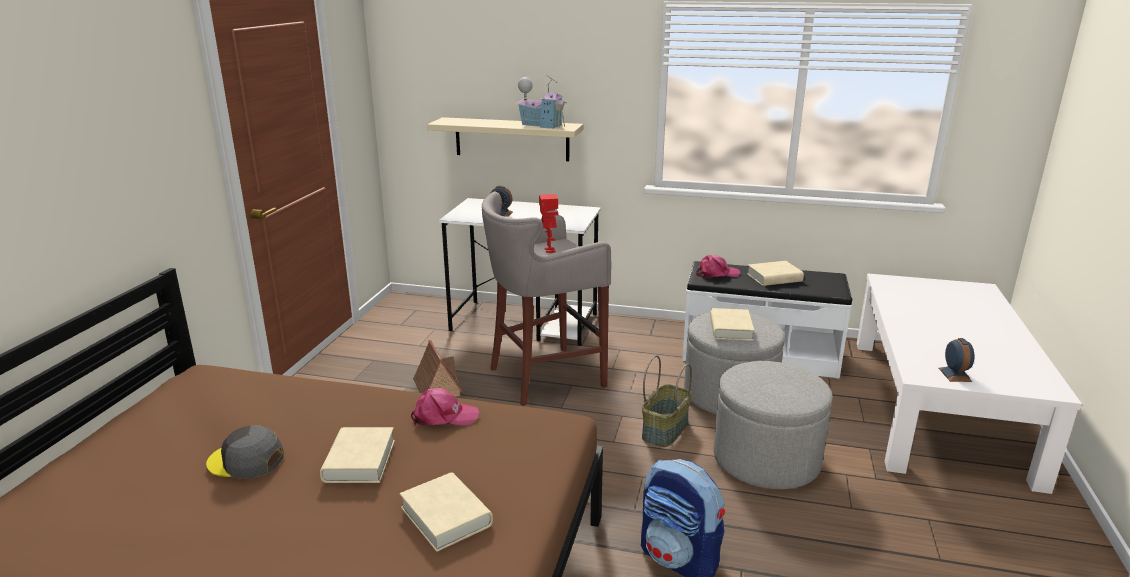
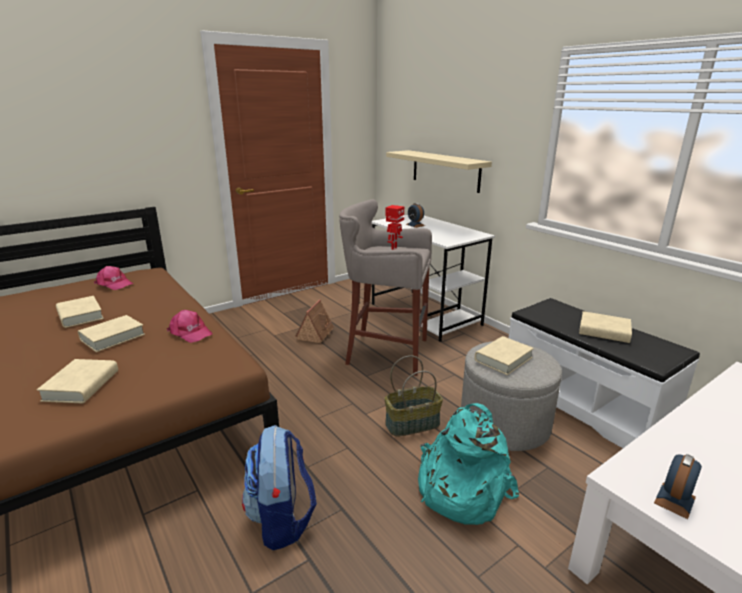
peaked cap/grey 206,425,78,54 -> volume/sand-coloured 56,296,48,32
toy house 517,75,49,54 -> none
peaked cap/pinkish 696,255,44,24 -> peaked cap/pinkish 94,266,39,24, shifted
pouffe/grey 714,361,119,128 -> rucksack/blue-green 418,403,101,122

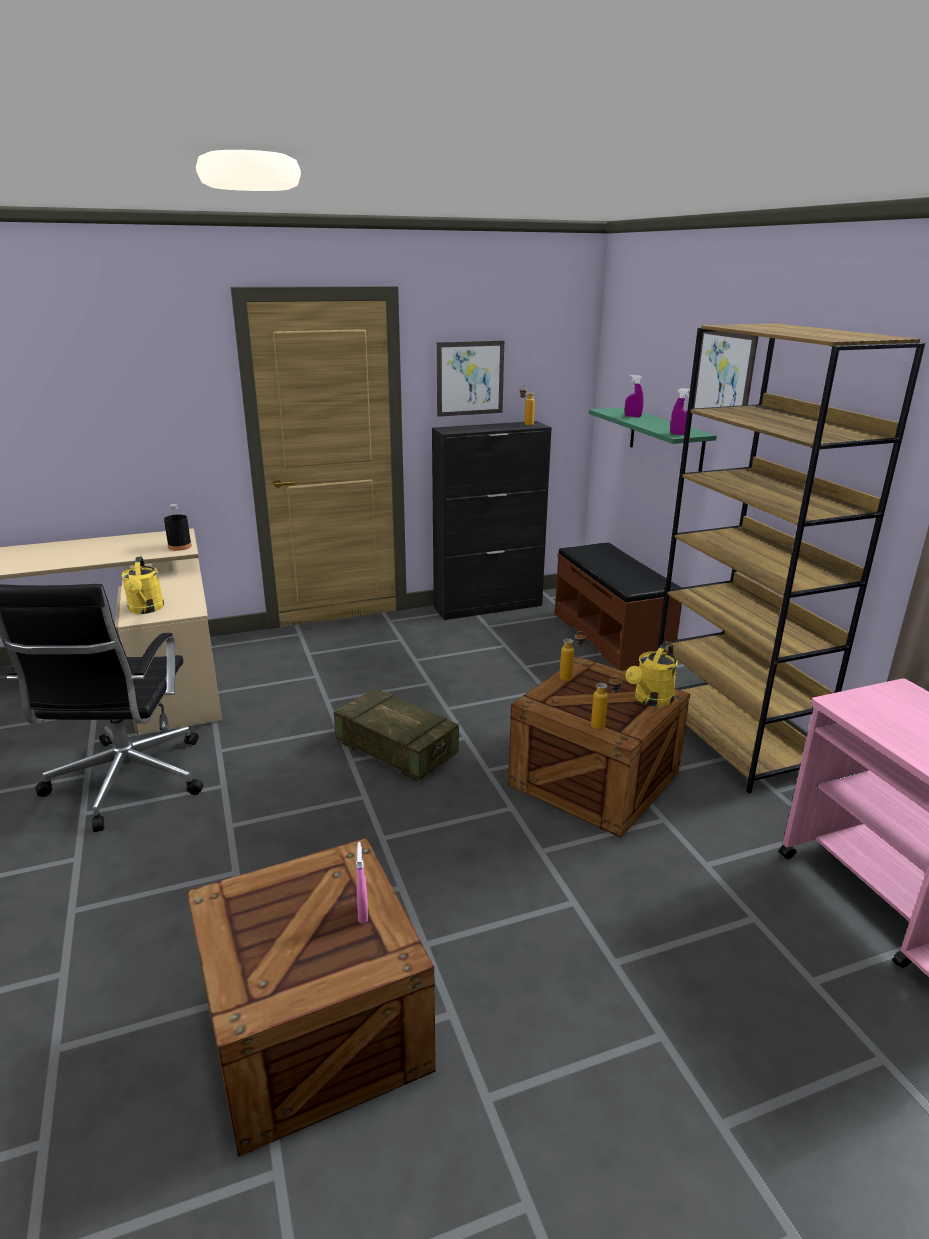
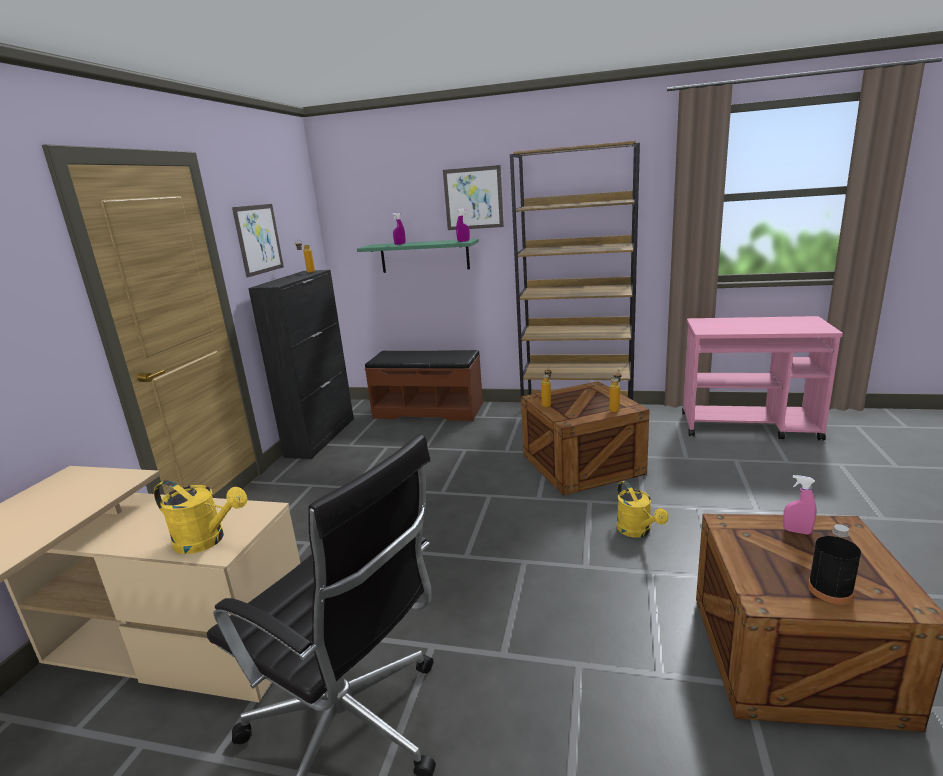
beverage bottle/blackish 164,504,28,47 -> beverage bottle/blackish 808,524,53,80, shifted
packing crate 334,689,125,92 -> none
sprinkling can/yellow 626,641,52,66 -> sprinkling can/yellow 617,481,51,57, shifted

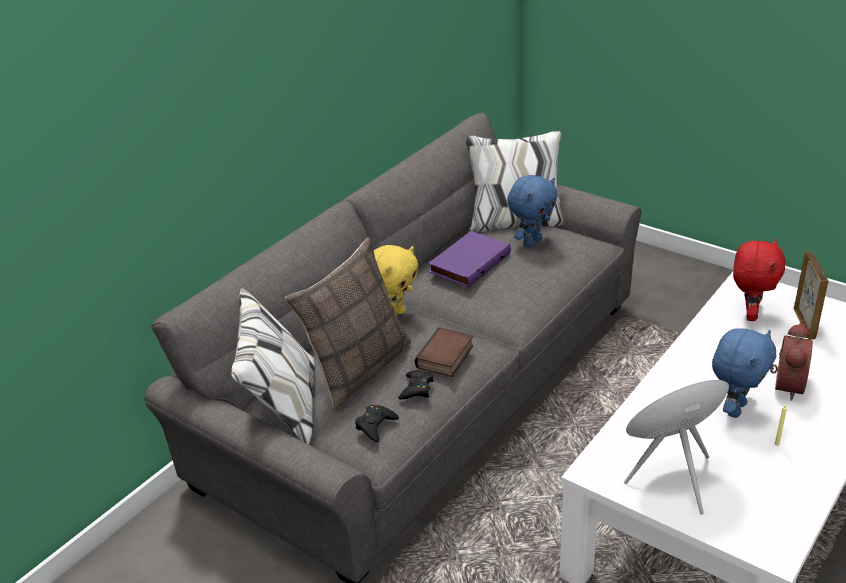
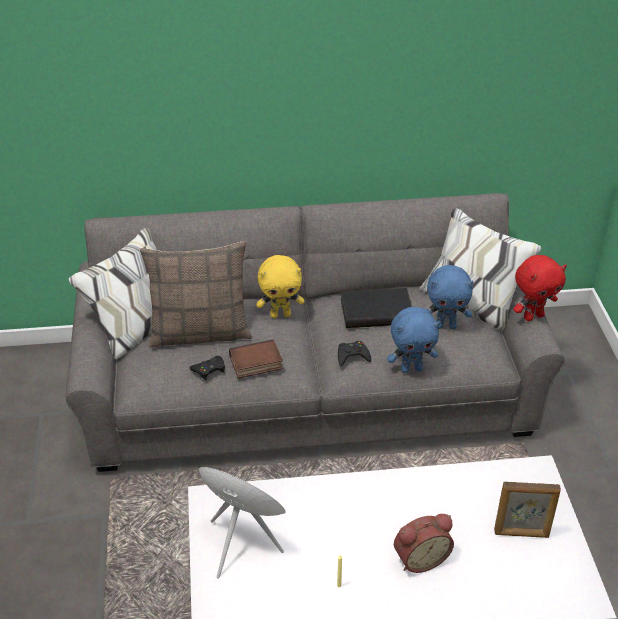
game controller/blackish 355,405,44,37 -> game controller/blackish 338,341,33,25, shifted
volume/purple 428,231,83,57 -> volume/blackish 341,288,71,40
plush toy/bluish 712,328,64,90 -> plush toy/bluish 387,307,53,66, shifted
plush toy/red-coloured 733,238,52,83 -> plush toy/red-coloured 513,255,54,66, shifted
photo frame 794,251,34,88 -> photo frame 494,482,67,56, 45 degrees clockwise

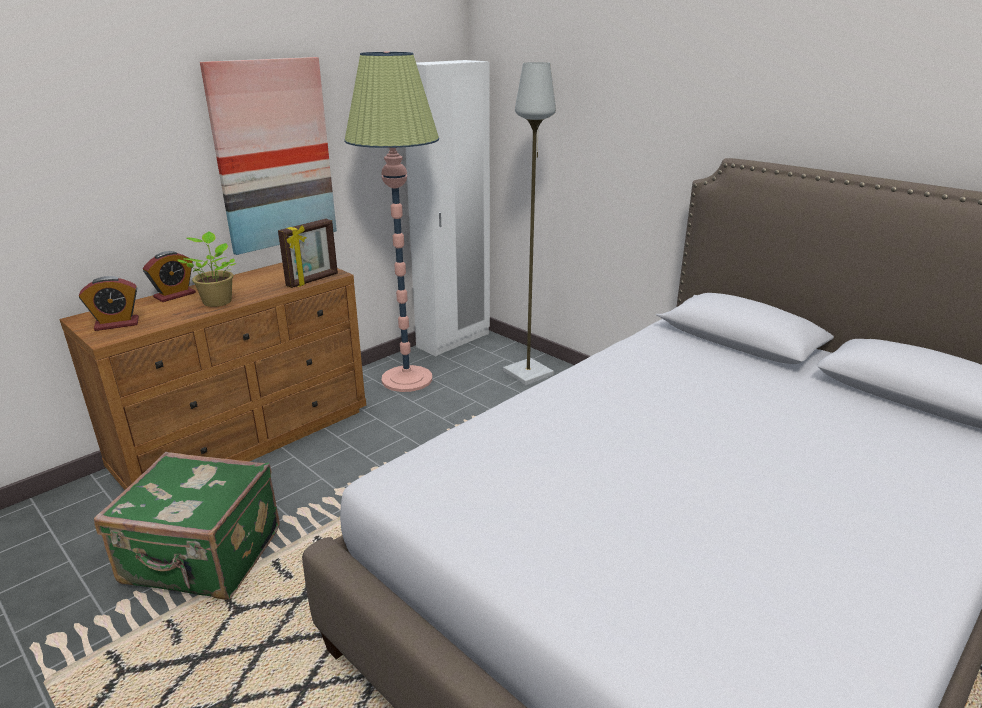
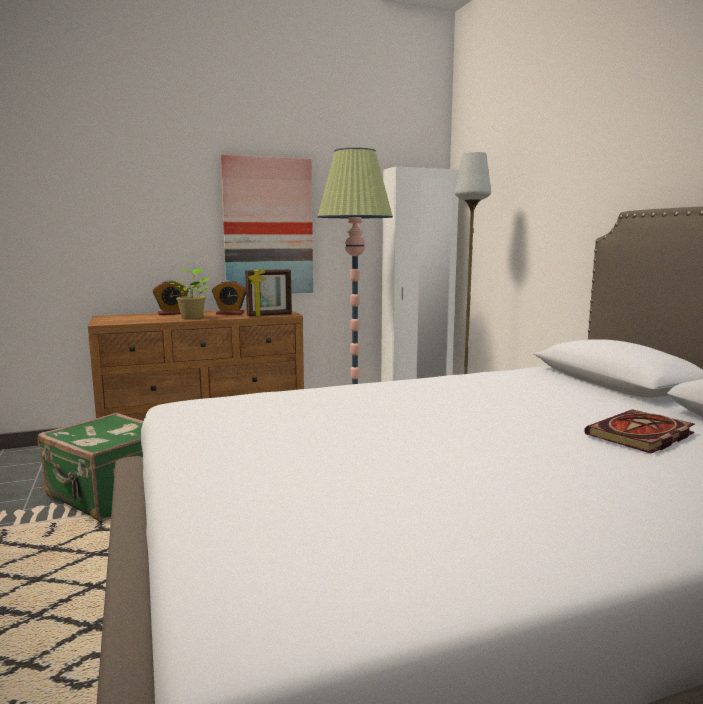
bedside clock 79,276,60,55 -> bedside clock 212,280,34,35, shifted
none -> volume 584,409,111,44

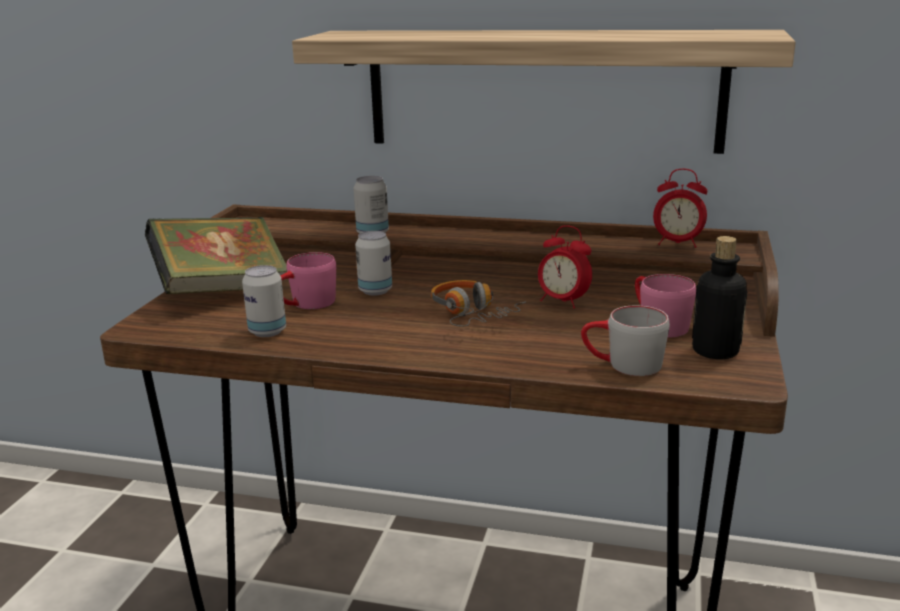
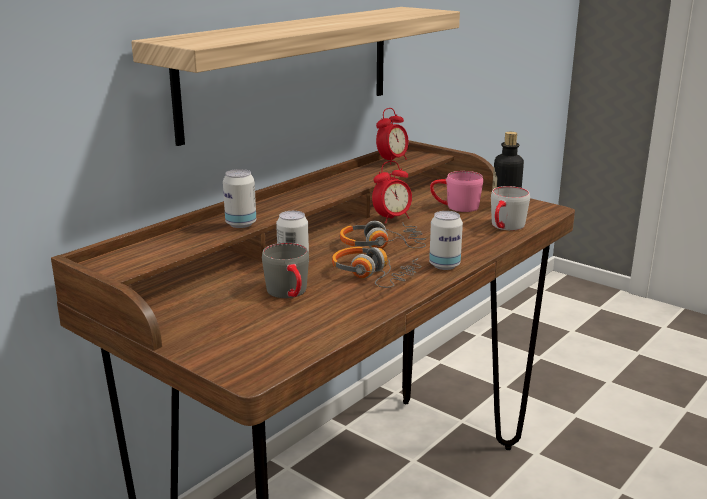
volume 145,217,142,77 -> none
metal can 242,265,44,72 -> metal can 429,211,34,59, shifted
mug/pinkish 281,252,55,57 -> mug/grey 262,243,47,55
none -> pair of headphones 332,247,90,41

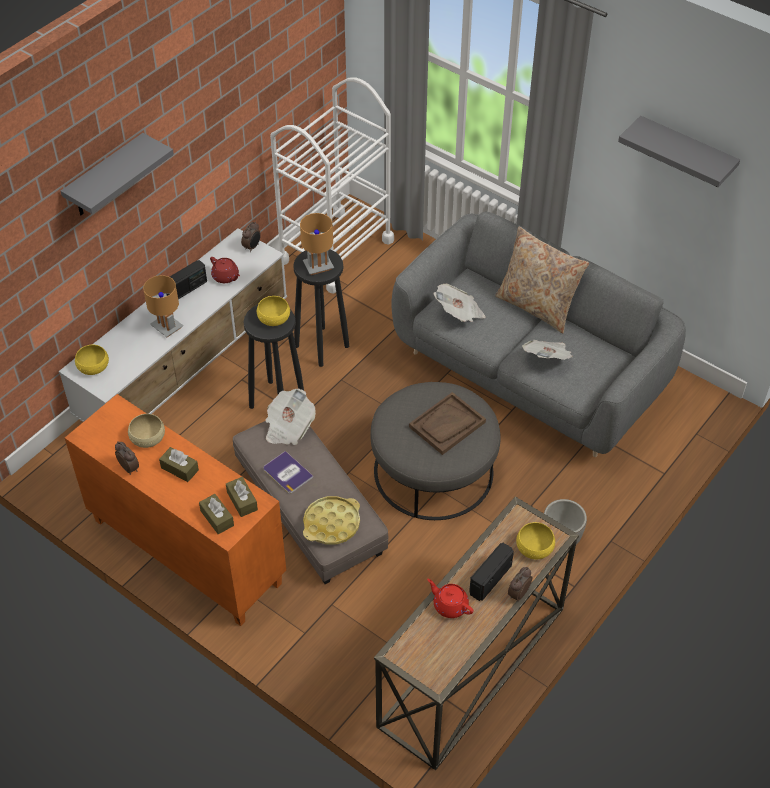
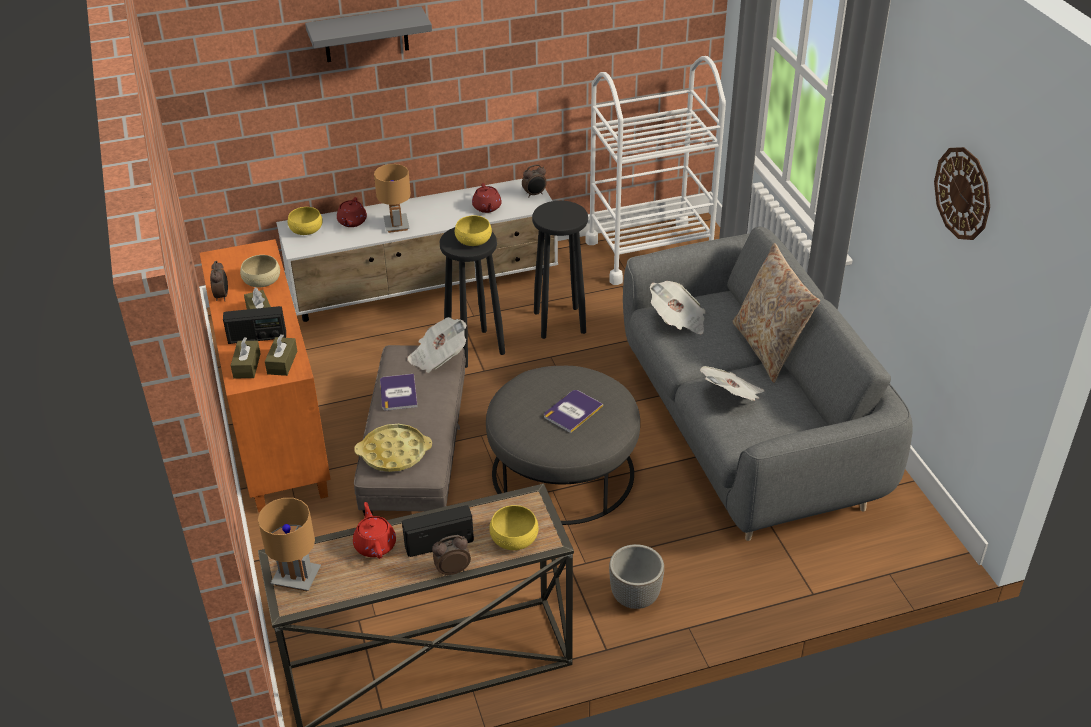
radio 167,260,40,39 -> radio 223,306,63,38, shifted
lamp for a table/brown-coloured 300,213,34,62 -> lamp for a table/brown-coloured 258,498,63,93, shifted
carrying tray/brown-coloured 409,392,77,63 -> volume 544,390,59,43
wall shelf/grey 618,116,122,71 -> clock on the wall 934,147,56,93
none -> tea pot/red-coloured 337,197,30,30

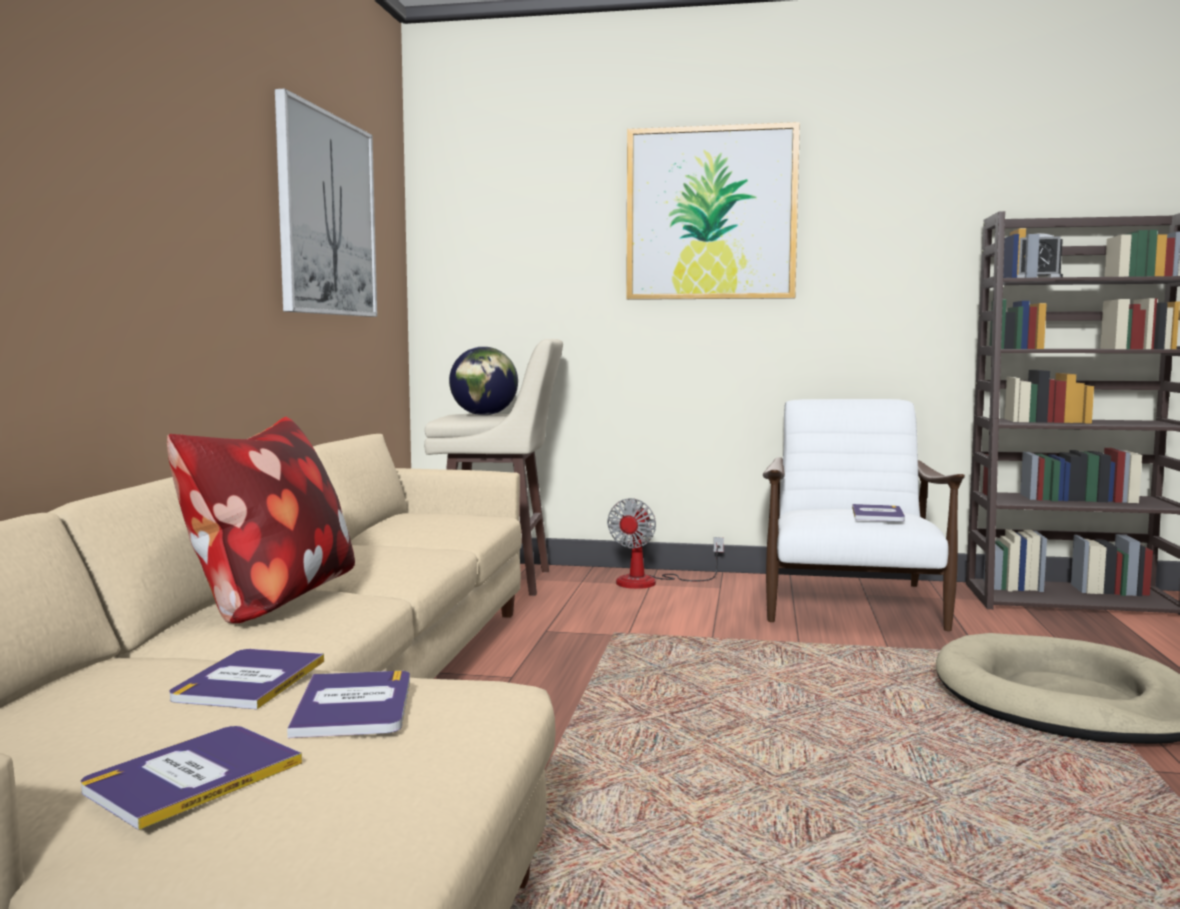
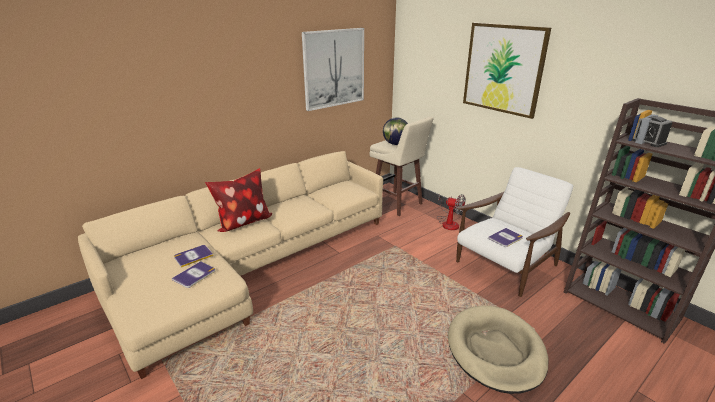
volume 81,726,221,104 -> none
electric fan 607,498,117,91 -> electric fan 437,194,29,36, 120 degrees counterclockwise

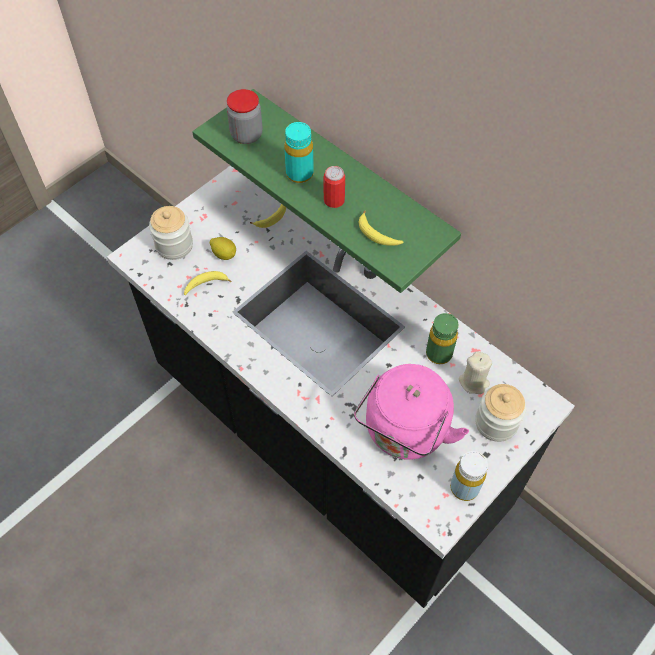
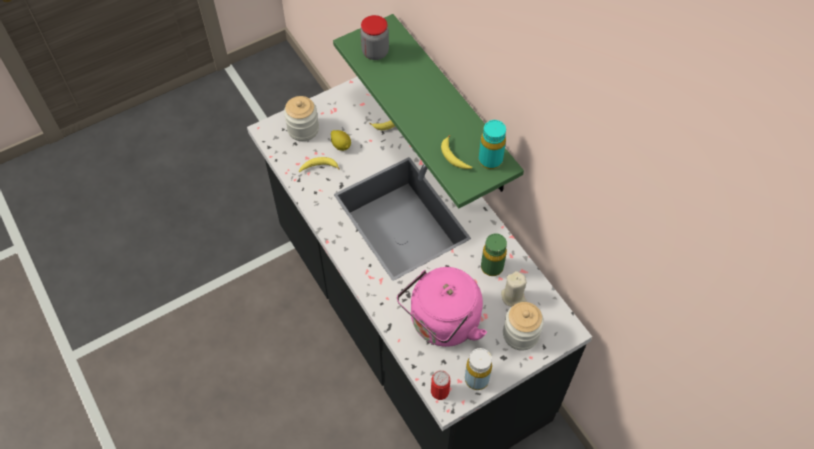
beverage bottle/blue-green 284,122,30,61 -> beverage bottle/blue-green 479,120,27,49, shifted
metal can 324,166,21,42 -> metal can 431,370,19,30, shifted

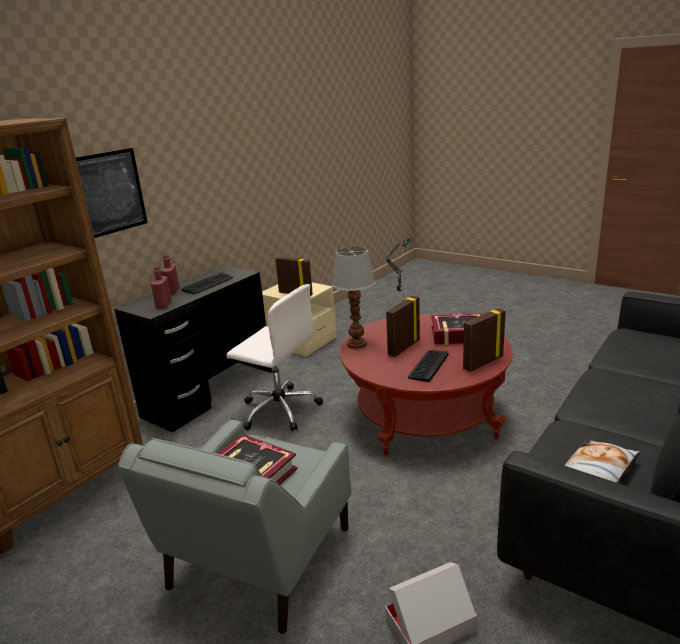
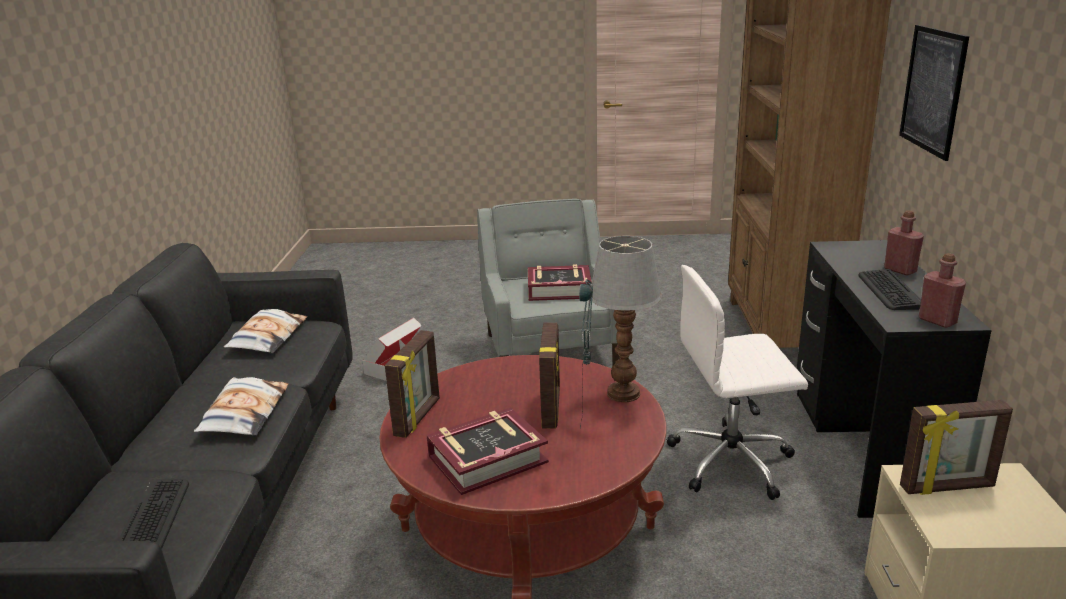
beverage bottle/red-coloured 151,266,21,42 -> beverage bottle/red-coloured 919,253,47,75, shifted
PC keyboard 408,350,41,32 -> PC keyboard 118,479,71,69, shifted
none -> throw pillow 194,377,95,59

